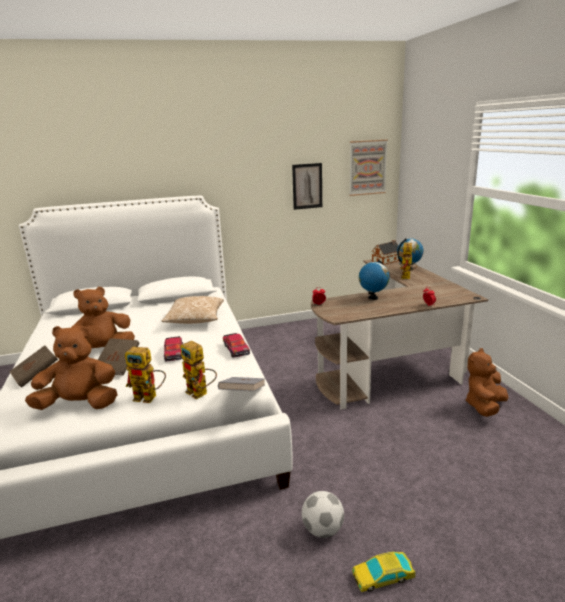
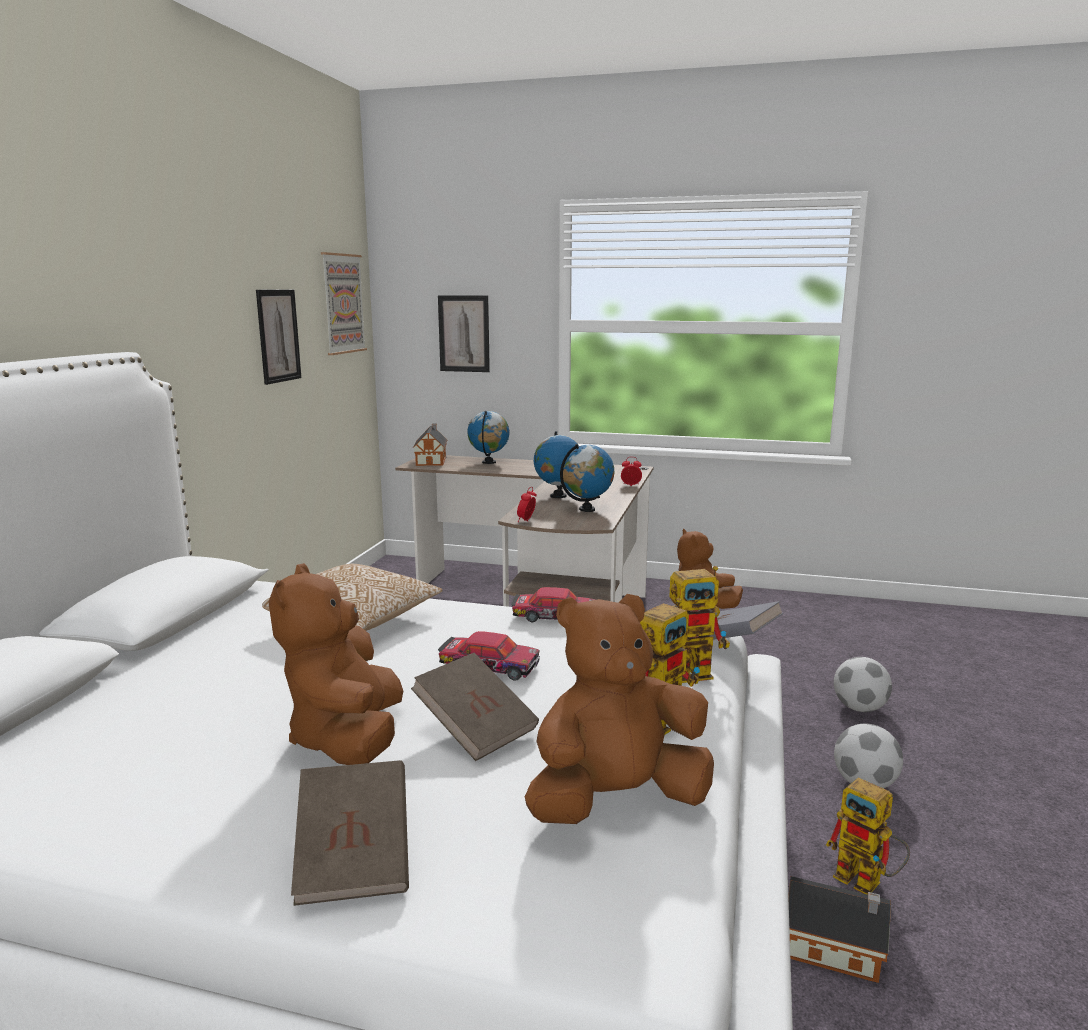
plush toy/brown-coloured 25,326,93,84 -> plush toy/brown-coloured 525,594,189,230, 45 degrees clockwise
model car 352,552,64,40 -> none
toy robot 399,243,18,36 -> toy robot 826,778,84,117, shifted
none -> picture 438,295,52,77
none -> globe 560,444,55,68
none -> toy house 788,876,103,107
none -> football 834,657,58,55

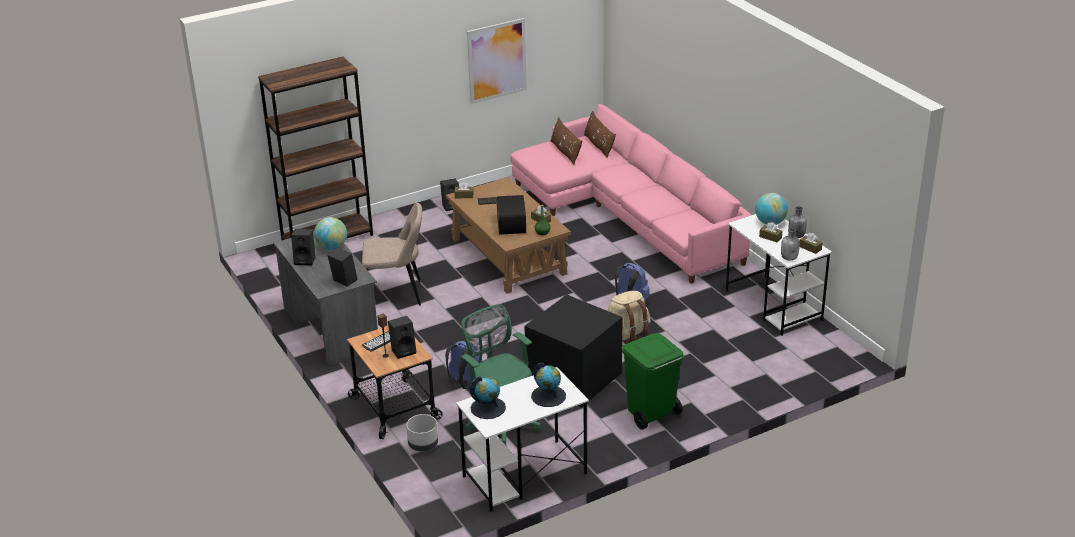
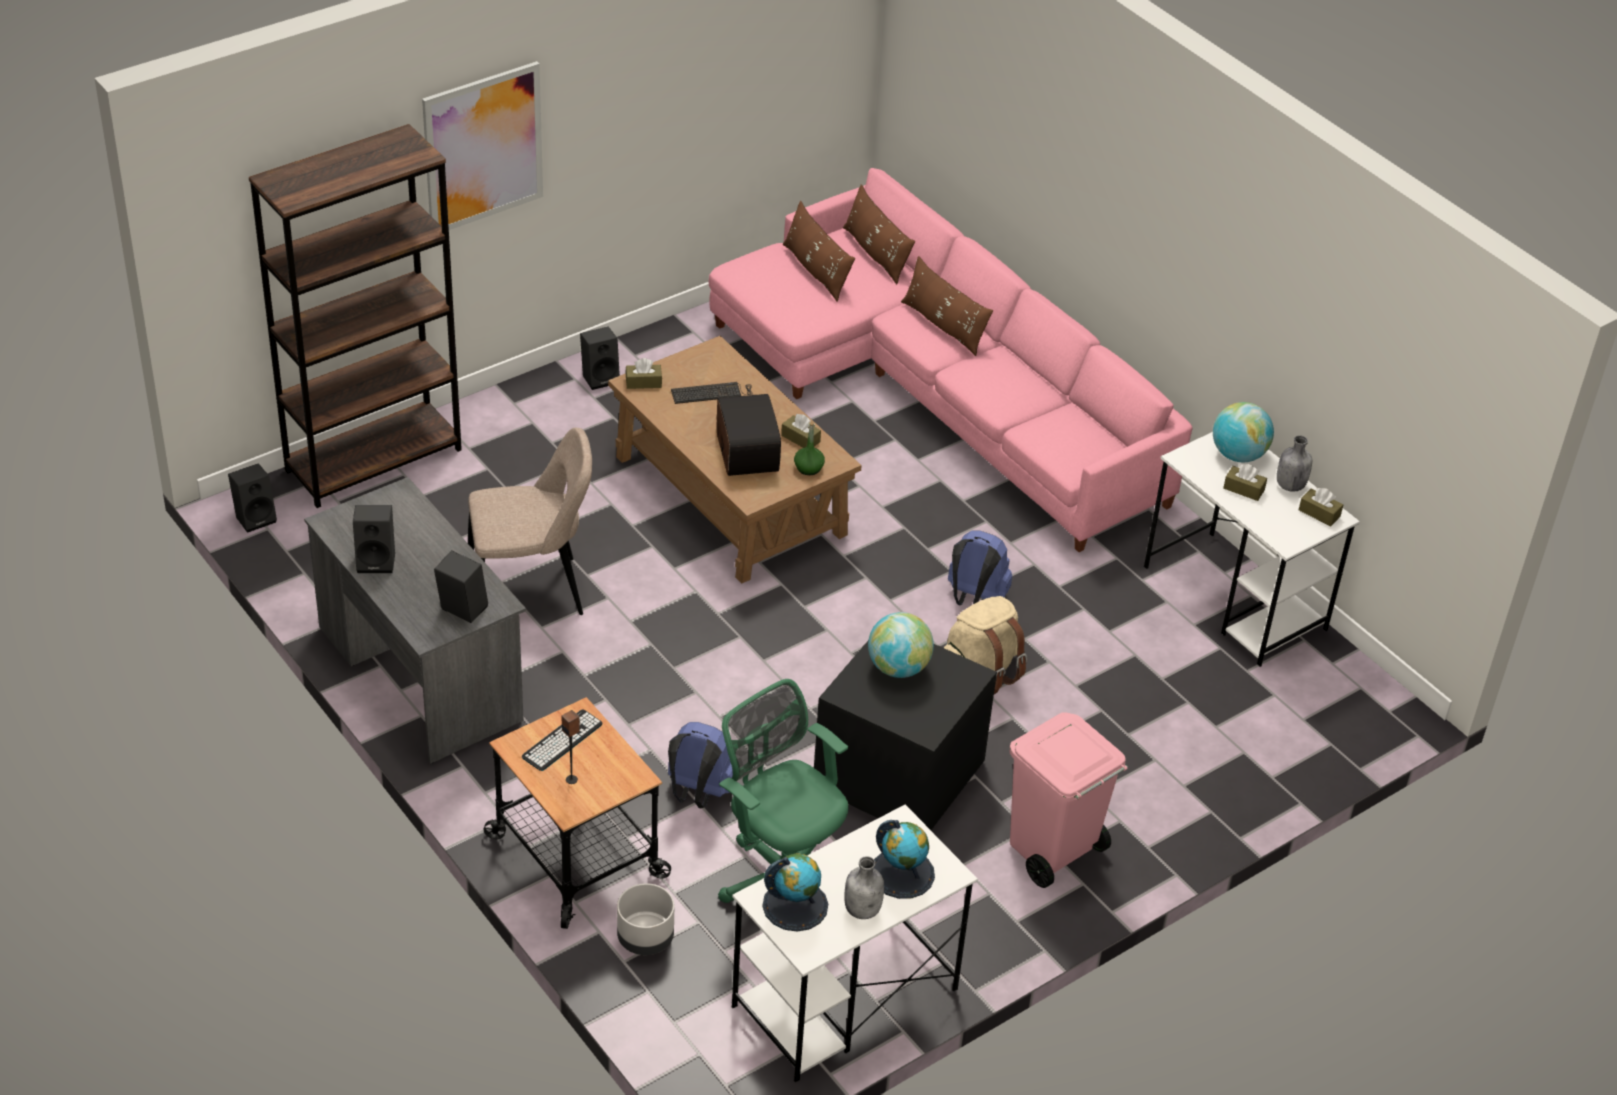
globe 314,217,33,33 -> globe 868,612,66,66, shifted
loudspeaker/blackish 388,316,28,43 -> loudspeaker/blackish 228,463,49,70, shifted
picture 467,18,60,86 -> picture 422,61,121,169, shifted
rubbish bin/greenish 622,333,62,97 -> rubbish bin/pinkish 1010,712,118,176
beverage bottle/grey 781,228,19,32 -> beverage bottle/grey 844,856,40,63, shifted
none -> throw pillow/brown-coloured 901,256,92,100

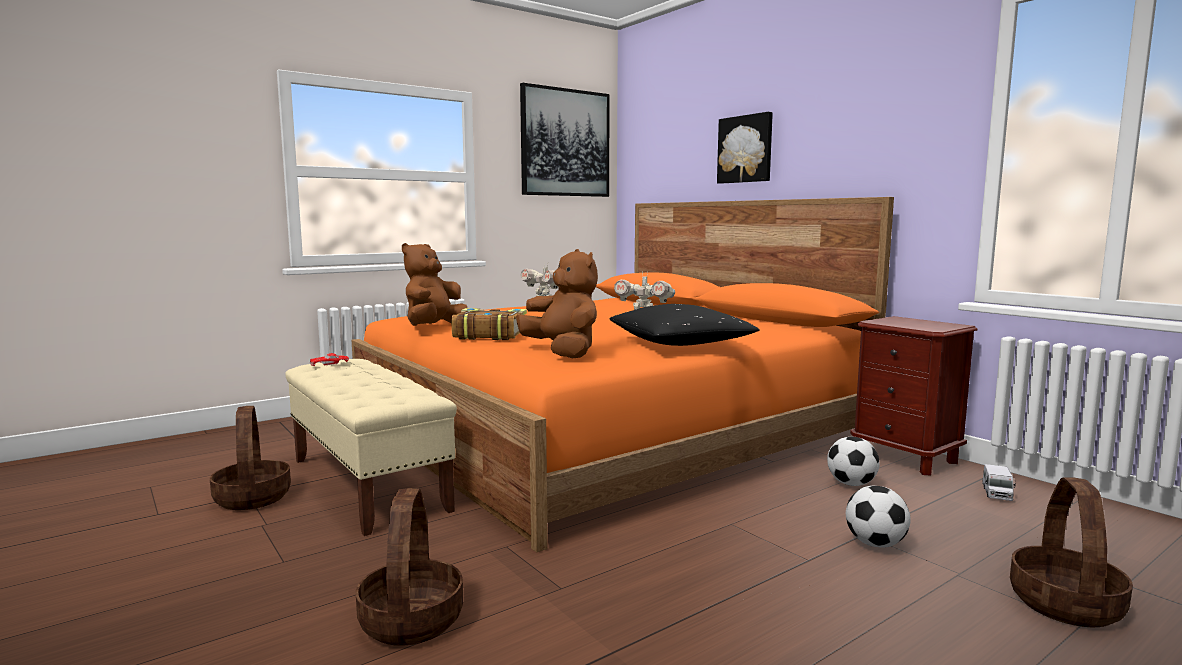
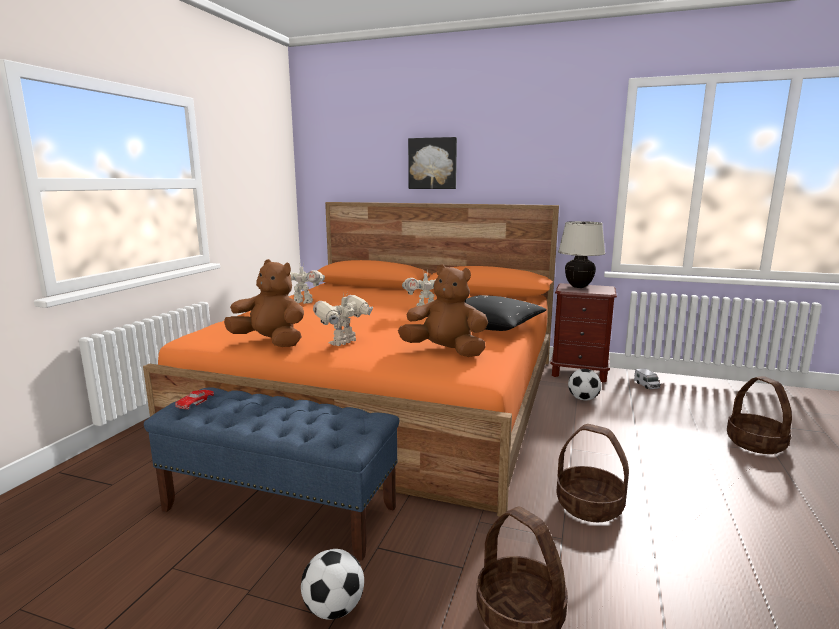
basket 210,406,81,104 -> basket 556,424,73,98, shifted
indoor bench/sand-coloured 285,359,172,177 -> indoor bench/bluish 144,387,255,174
plush toy/brown-coloured 402,243,65,83 -> plush toy/brown-coloured 224,259,80,88, 120 degrees clockwise
volume 452,308,75,32 -> toy robot 313,292,60,54
picture 520,83,90,114 -> none
football 846,486,65,62 -> football 301,549,63,71, shifted
none -> lamp for a table/sand-coloured 558,221,48,67

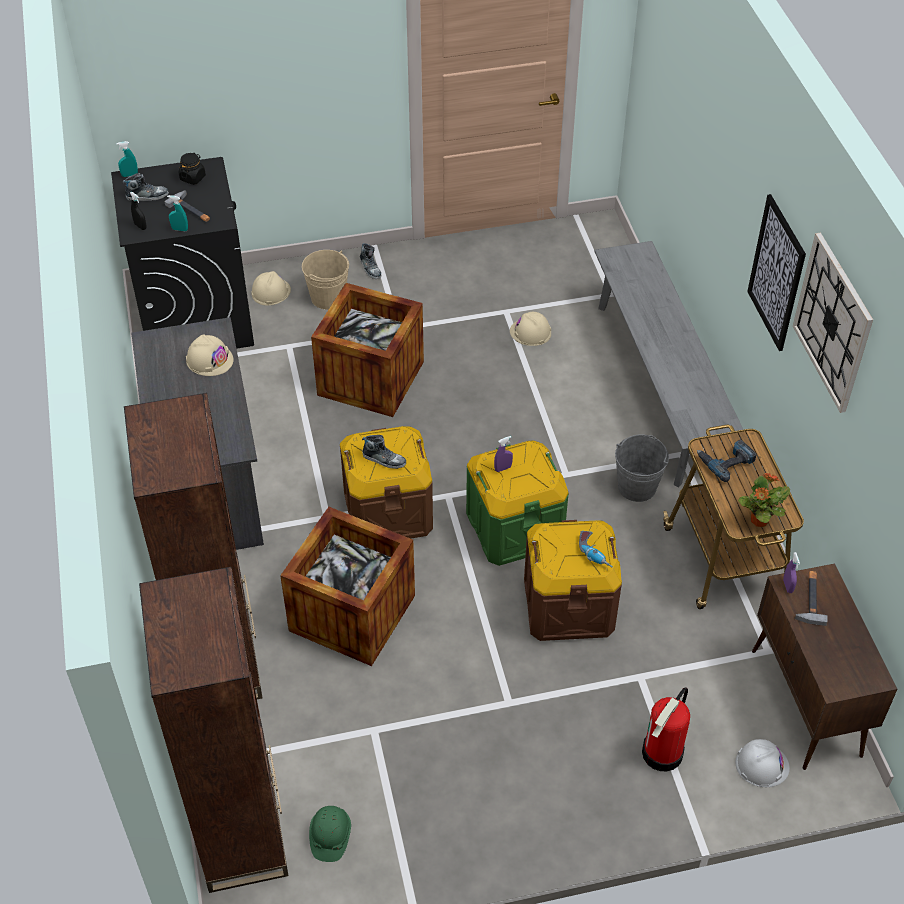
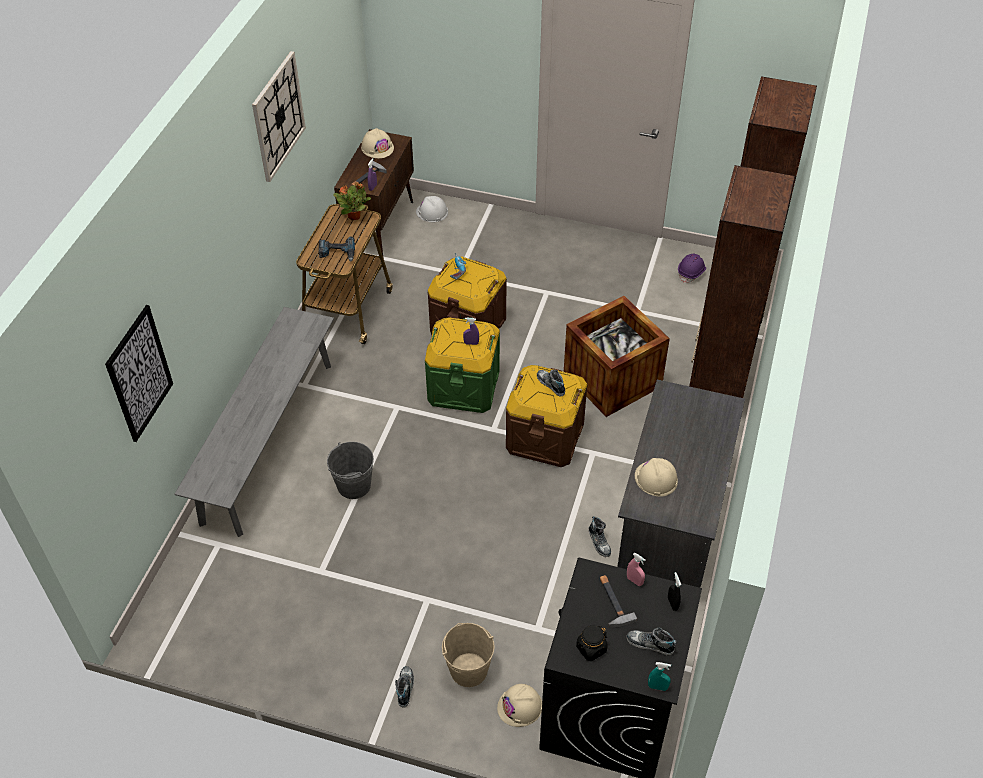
sprayer/blue-green 167,195,21,36 -> sprayer/pinkish 627,553,18,33
hard hat/greenish 309,806,42,56 -> hard hat/purple 678,254,28,29
packing crate 311,283,113,134 -> none
hard hat/sand-coloured 510,312,41,34 -> hard hat/sand-coloured 361,128,33,30, shifted
pail/grey 615,435,54,67 -> pail/grey 327,442,47,57, shifted
extinguisher 642,687,48,84 -> none
picture 747,194,59,157 -> picture 105,305,68,137, shifted
none -> item of footwear 588,516,23,41

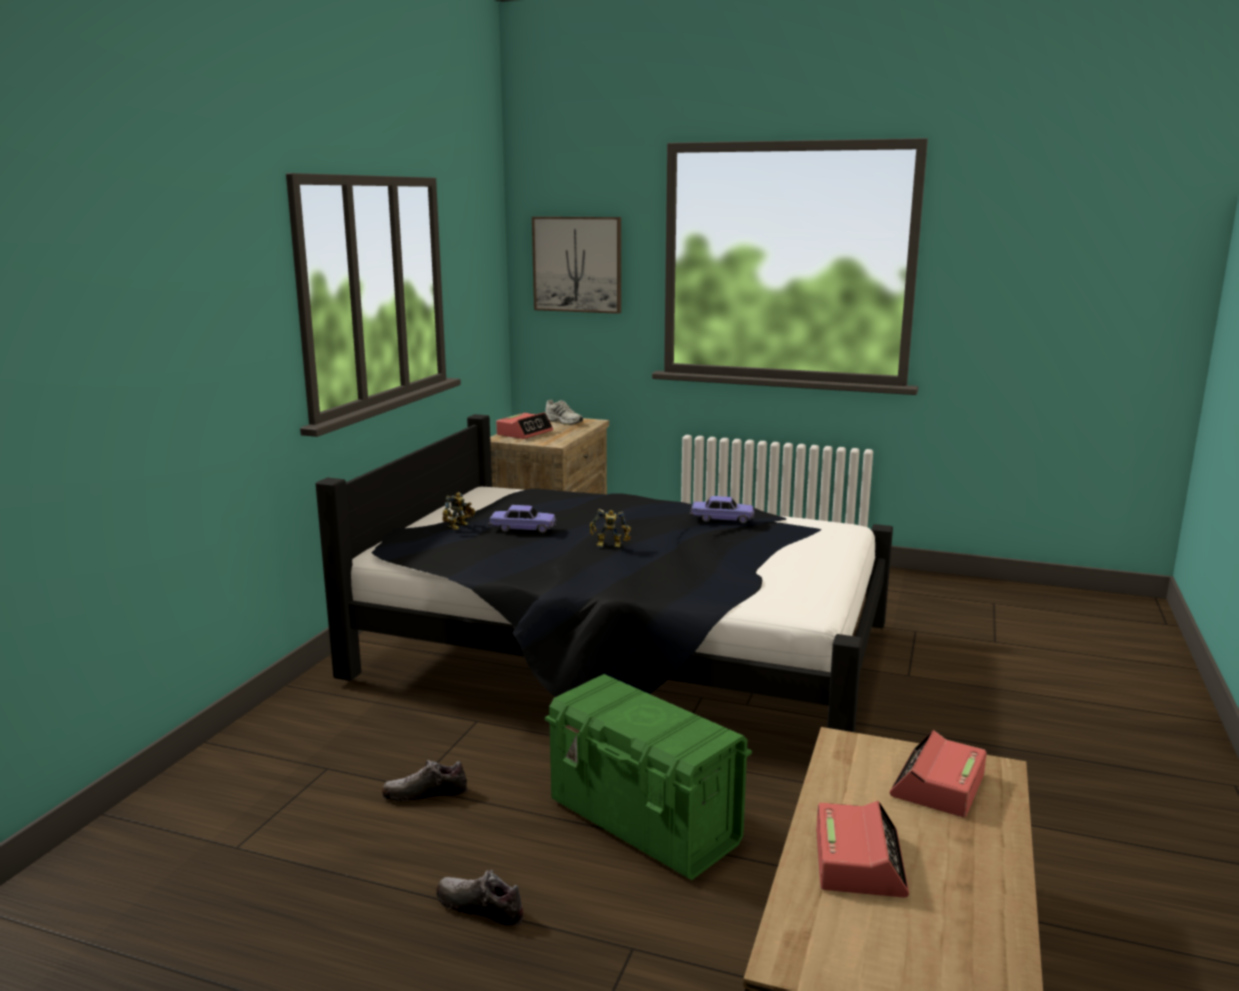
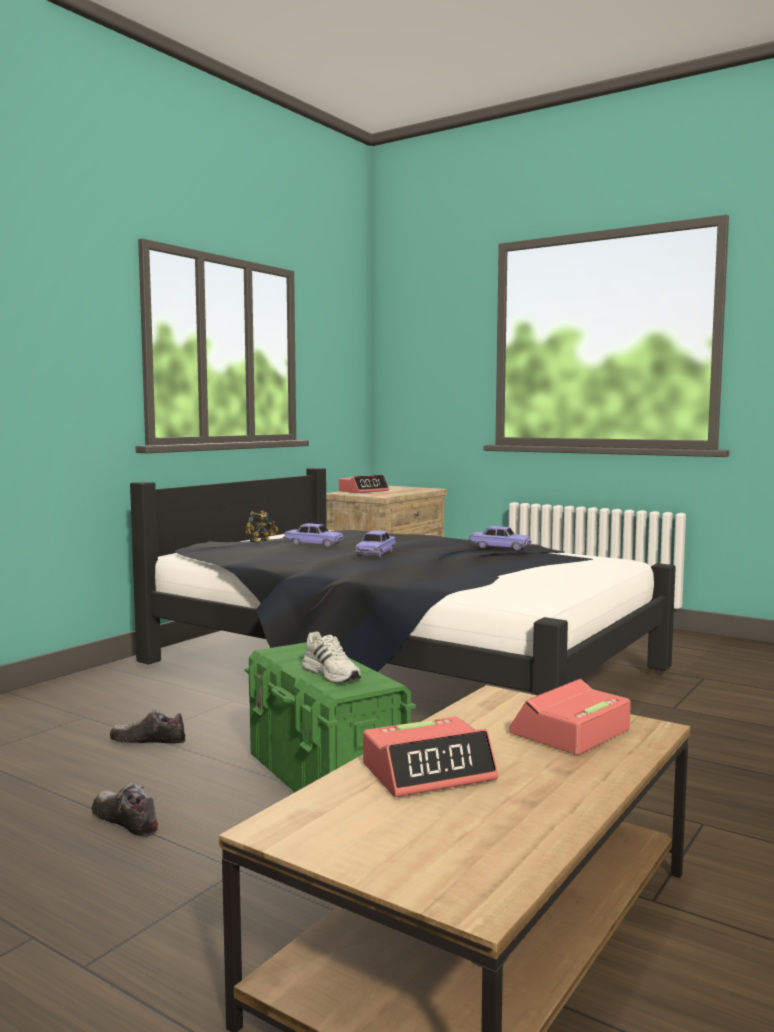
picture 532,216,89,98 -> none
item of footwear/white-coloured 545,400,38,25 -> item of footwear/white-coloured 302,631,59,52, shifted
toy robot 589,509,42,38 -> model car 354,531,43,27
bedside clock 816,801,93,96 -> bedside clock 363,717,135,80, 45 degrees clockwise

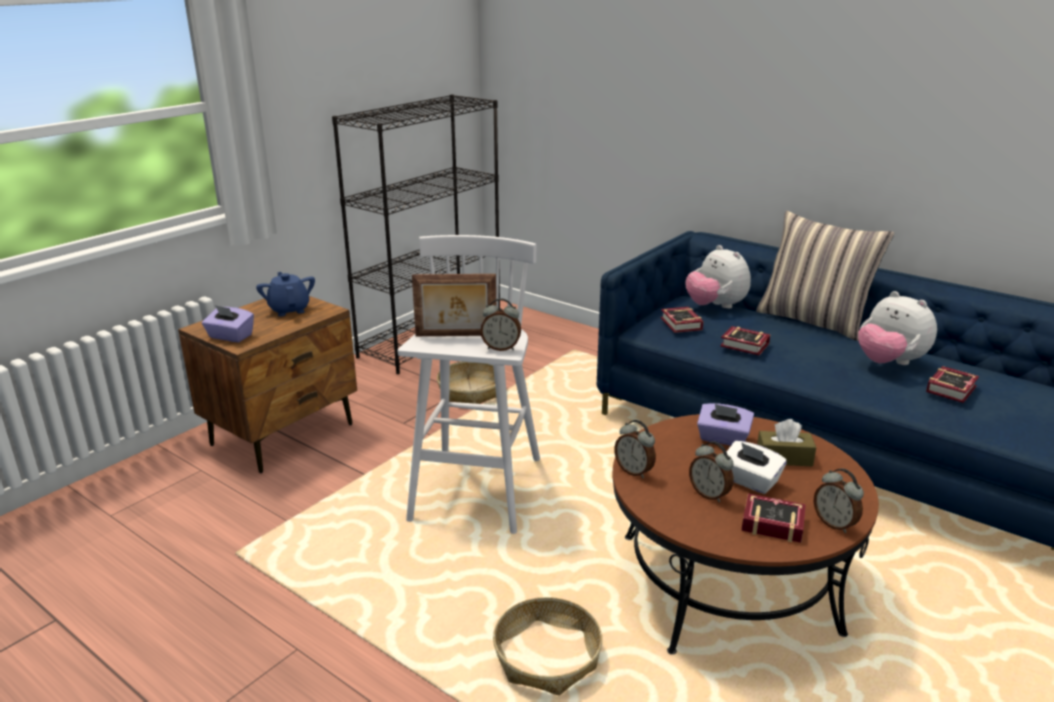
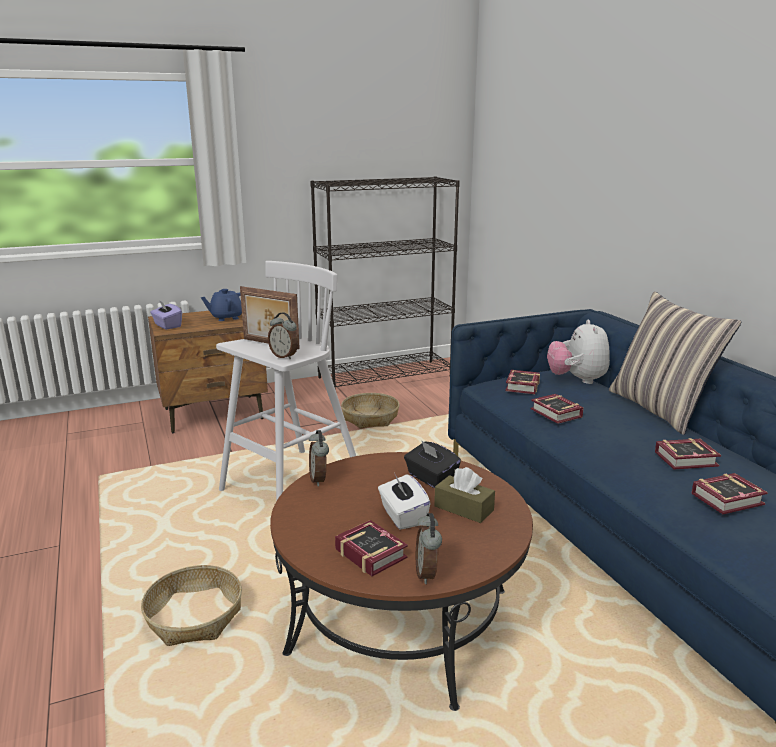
tea pot/bluish 256,272,59,45 -> tea pot/bluish 201,289,41,32, 120 degrees counterclockwise
bedside clock 689,441,45,61 -> none
tissue box/purple 697,403,57,43 -> tissue box/blackish 404,440,57,48
plush toy 858,291,79,74 -> volume 655,438,66,32

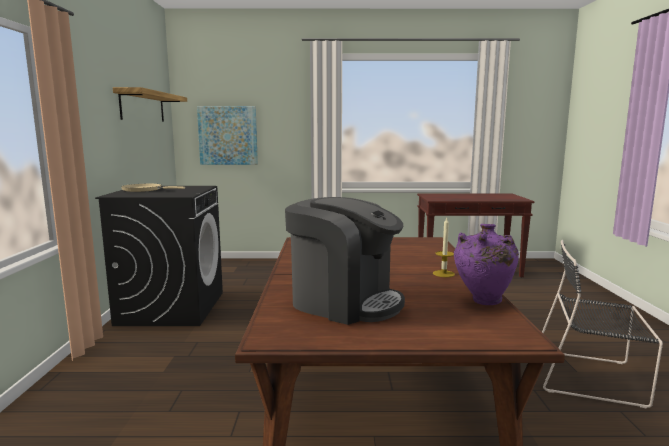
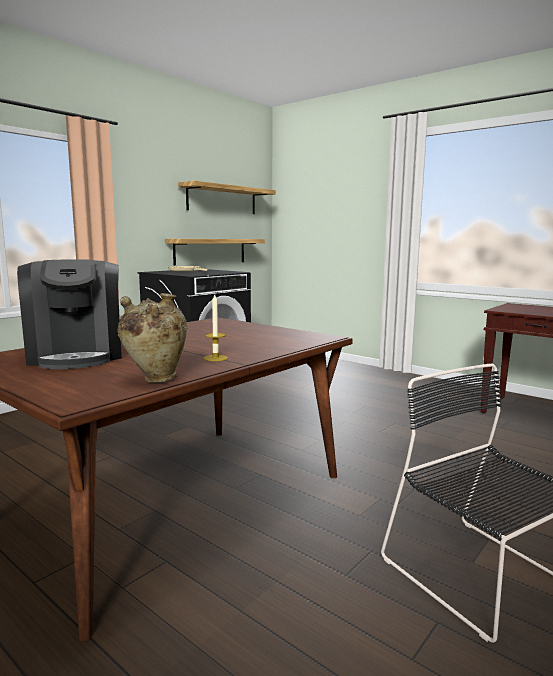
picture 197,106,61,59 -> none
vase/purple 454,224,65,81 -> vase/sand-coloured 117,293,70,90
none -> wall shelf 165,239,100,26

